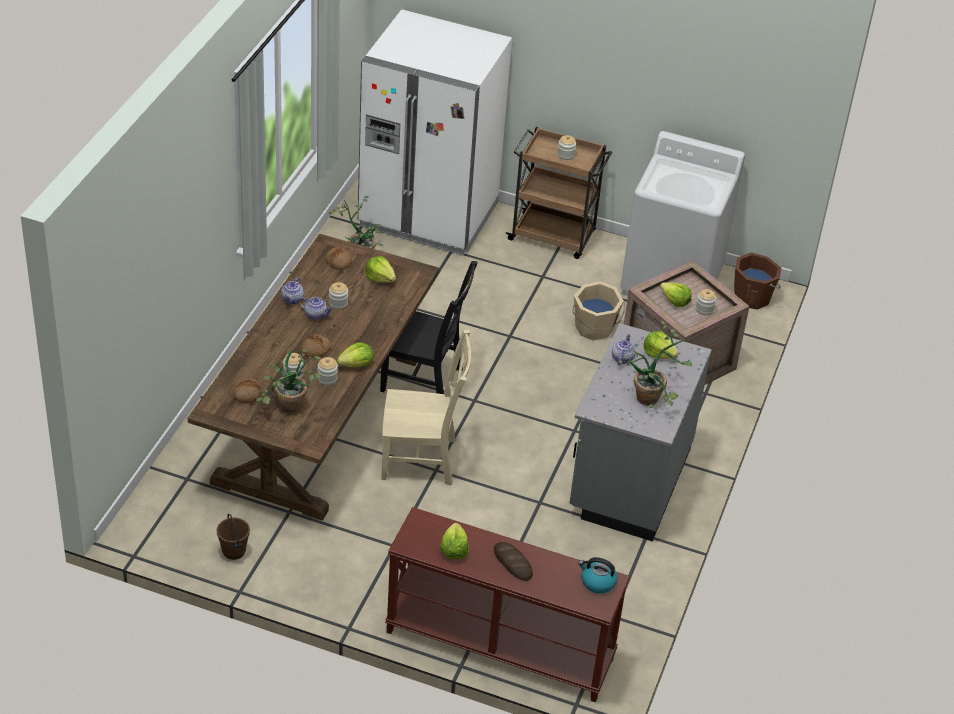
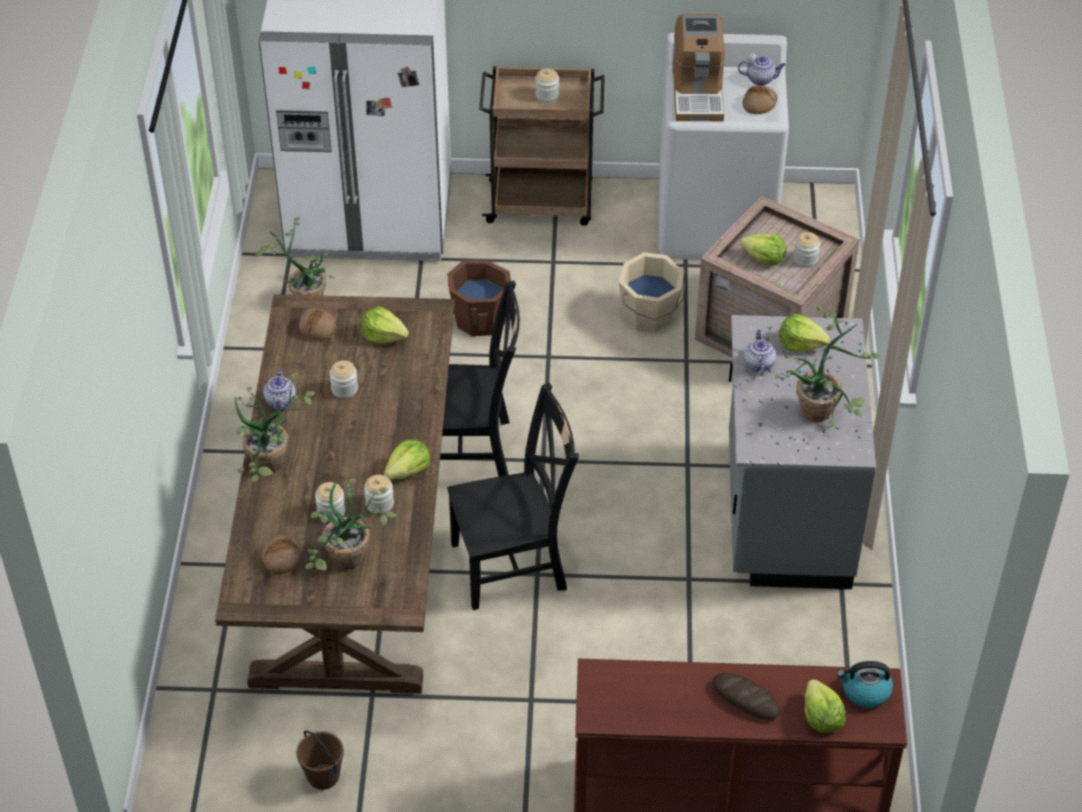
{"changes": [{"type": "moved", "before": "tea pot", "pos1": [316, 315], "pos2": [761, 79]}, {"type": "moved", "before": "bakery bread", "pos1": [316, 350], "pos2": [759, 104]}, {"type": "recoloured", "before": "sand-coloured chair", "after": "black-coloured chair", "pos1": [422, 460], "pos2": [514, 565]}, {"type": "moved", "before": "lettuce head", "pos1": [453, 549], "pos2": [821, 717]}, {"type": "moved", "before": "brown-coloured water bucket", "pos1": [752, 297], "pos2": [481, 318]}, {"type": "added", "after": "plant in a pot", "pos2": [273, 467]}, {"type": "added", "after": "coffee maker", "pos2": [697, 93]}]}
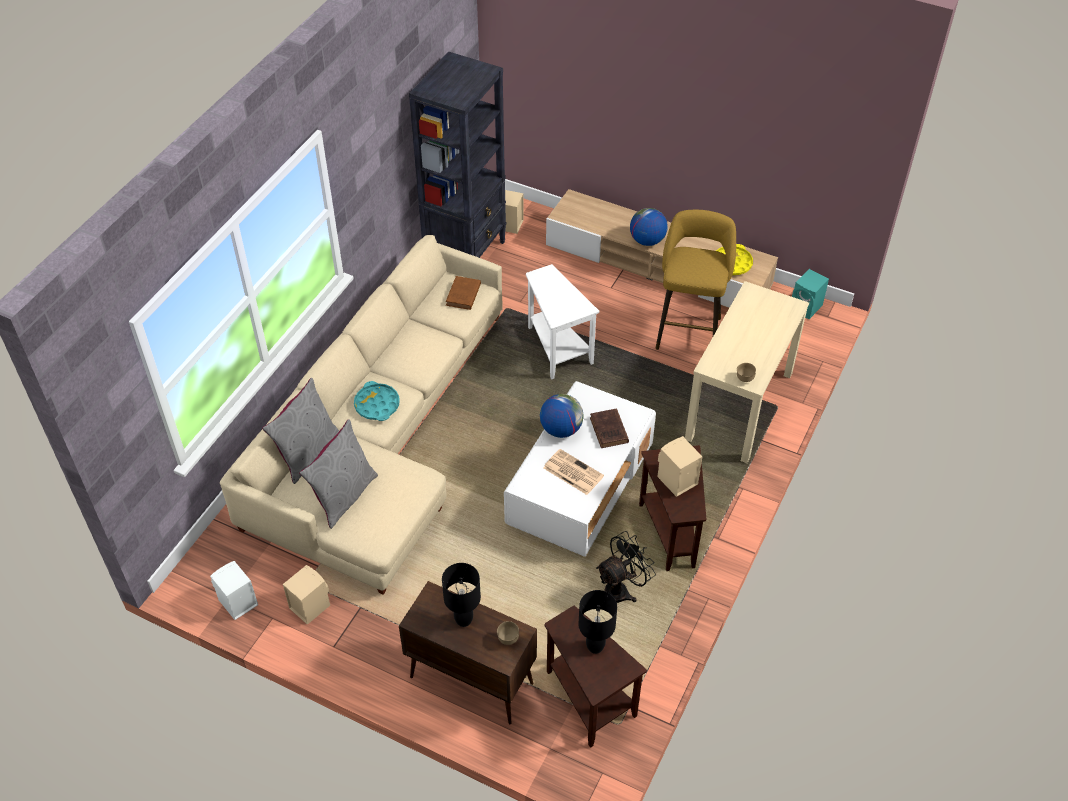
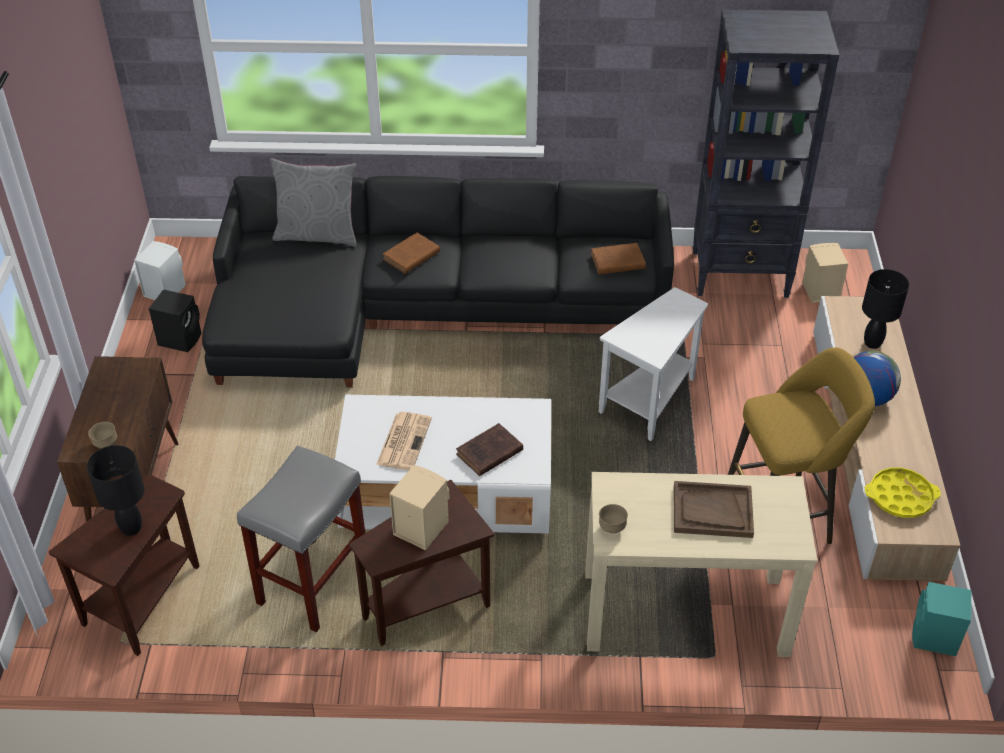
{"changes": [{"type": "recoloured", "before": "sand-coloured sofa", "after": "black-coloured sofa", "pos1": [380, 438], "pos2": [420, 308]}, {"type": "recoloured", "before": "sand-coloured loudspeaker", "after": "black-coloured loudspeaker", "pos1": [309, 606], "pos2": [181, 338]}, {"type": "removed", "before": "grey pillow", "pos1": [344, 496]}, {"type": "replaced", "before": "blue-green tray", "after": "brown-coloured book", "pos1": [377, 405], "pos2": [410, 256]}, {"type": "moved", "before": "black-coloured tabletop lamp", "pos1": [464, 619], "pos2": [873, 343]}, {"type": "removed", "before": "world globe", "pos1": [561, 429]}, {"type": "replaced", "before": "black-coloured fan", "after": "grey stool seat", "pos1": [621, 590], "pos2": [313, 582]}, {"type": "added", "after": "brown-coloured tray", "pos2": [712, 511]}]}
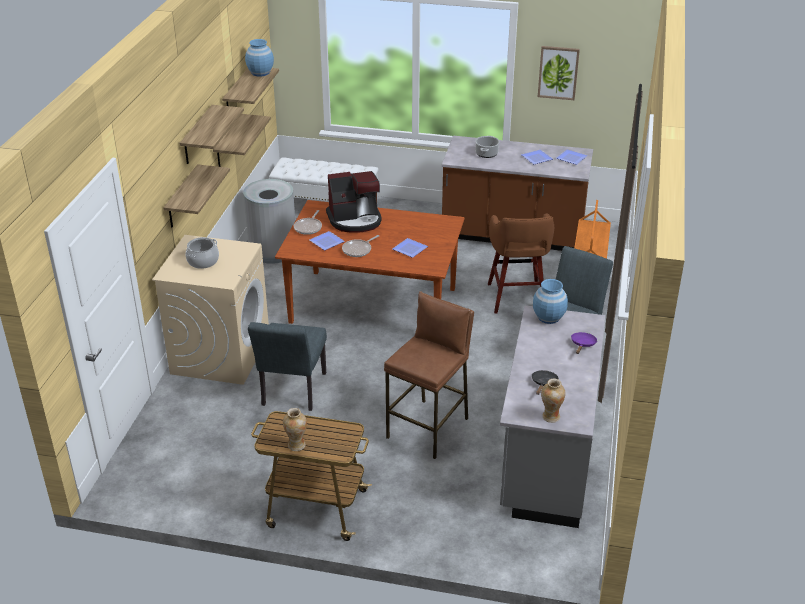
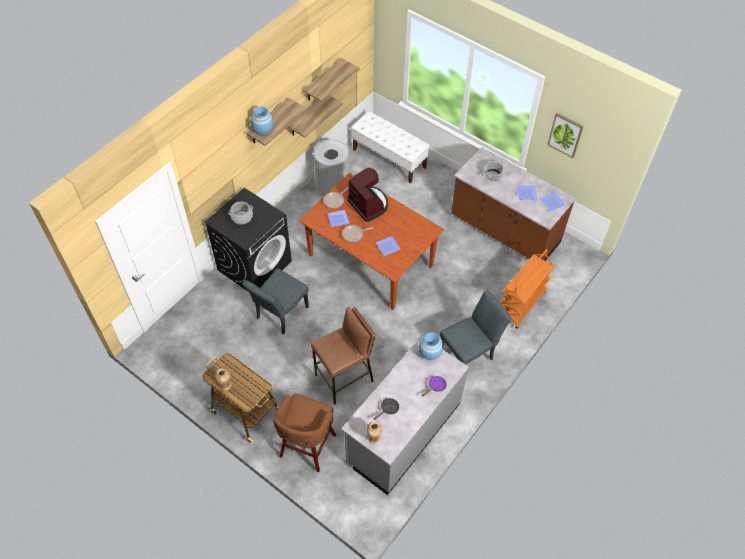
{"changes": [{"type": "recoloured", "before": "sand-coloured washing machine", "after": "black-coloured washing machine", "pos1": [220, 354], "pos2": [254, 265]}, {"type": "removed", "before": "shelf", "pos1": [182, 197]}, {"type": "moved", "before": "blue decorative vase", "pos1": [260, 73], "pos2": [263, 130]}, {"type": "turned", "before": "coffee maker", "pos1": [355, 220], "pos2": [369, 204], "turn": -135}, {"type": "moved", "before": "brown-coloured stool seat", "pos1": [516, 299], "pos2": [307, 447]}]}
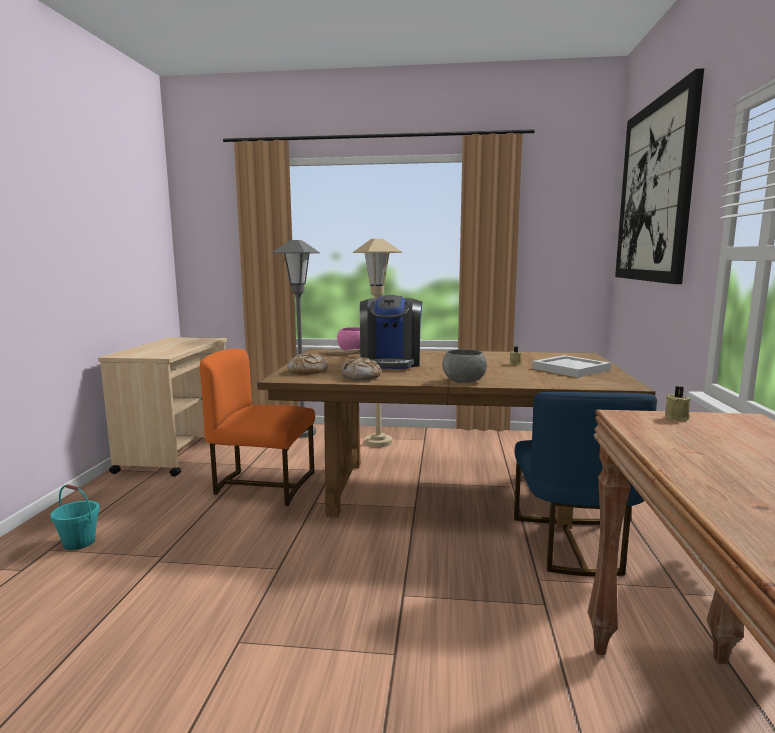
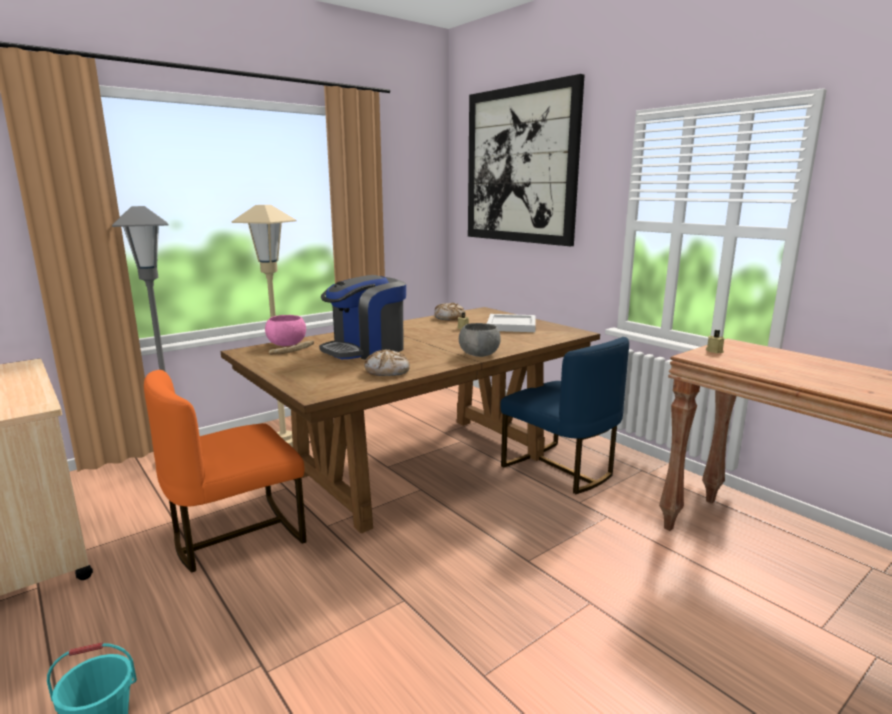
{"changes": [{"type": "moved", "before": "bakery bread", "pos1": [307, 371], "pos2": [449, 318]}, {"type": "turned", "before": "coffee maker", "pos1": [391, 363], "pos2": [366, 350], "turn": 90}]}
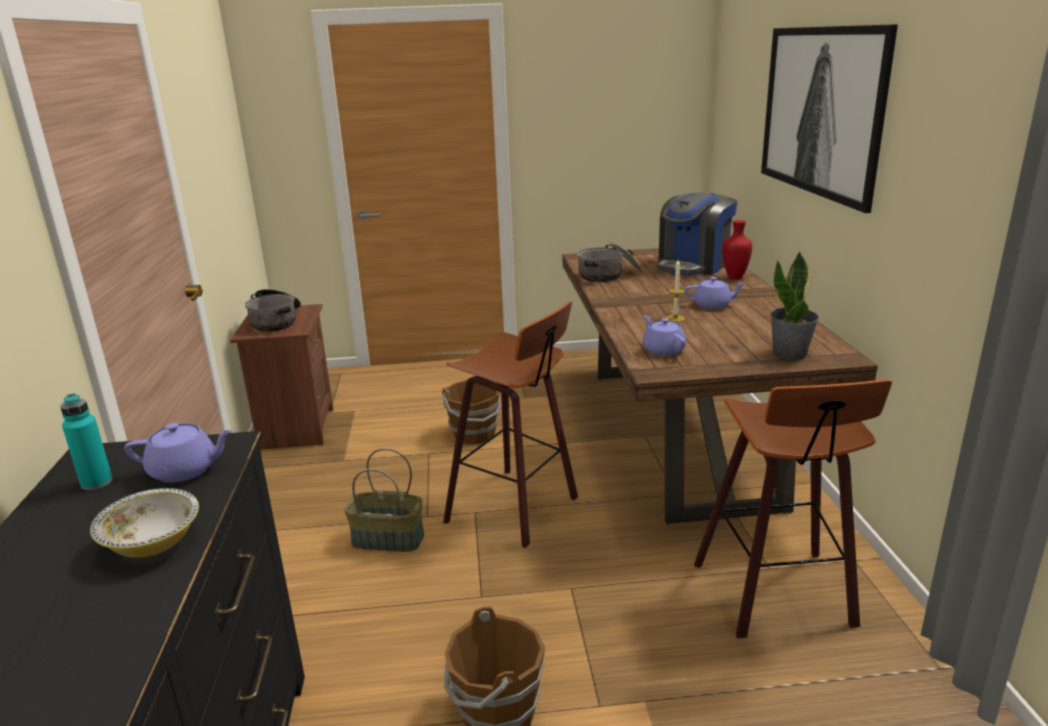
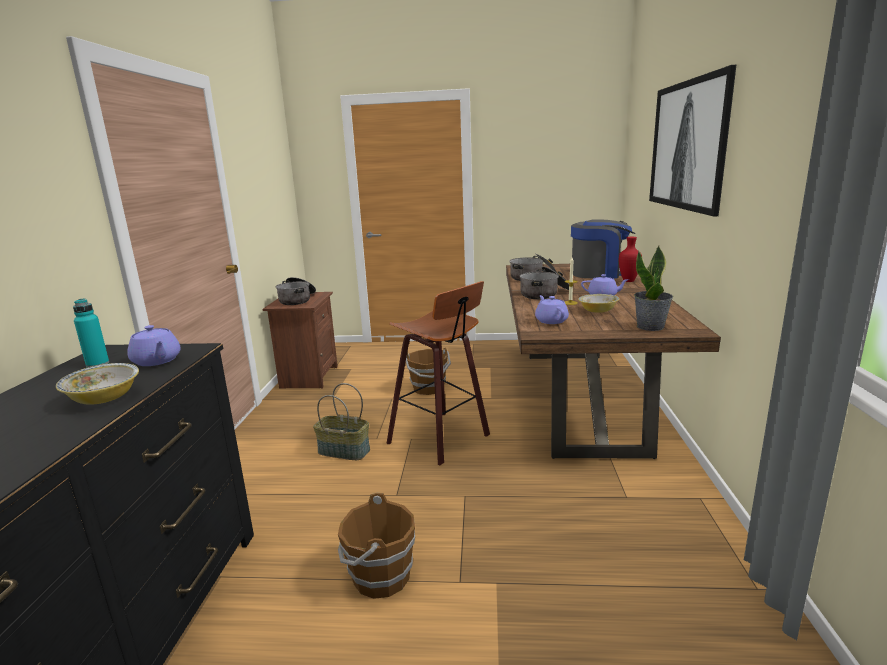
{"changes": [{"type": "turned", "before": "purplish tea pot", "pos1": [185, 470], "pos2": [157, 361], "turn": 45}, {"type": "turned", "before": "coffee maker", "pos1": [693, 265], "pos2": [599, 273], "turn": -135}, {"type": "removed", "before": "stool seat", "pos1": [779, 596]}, {"type": "added", "after": "stockpot", "pos2": [545, 294]}, {"type": "added", "after": "deep dish", "pos2": [597, 311]}]}
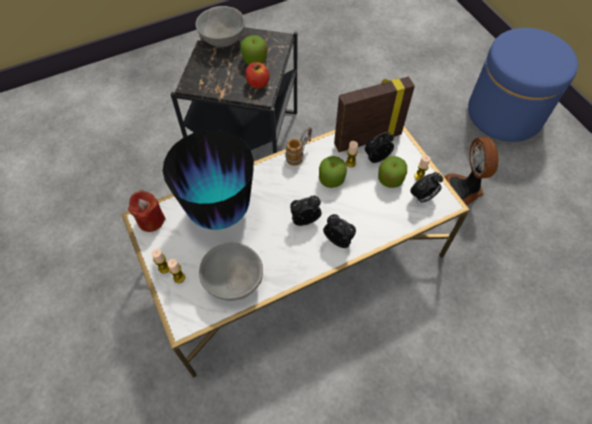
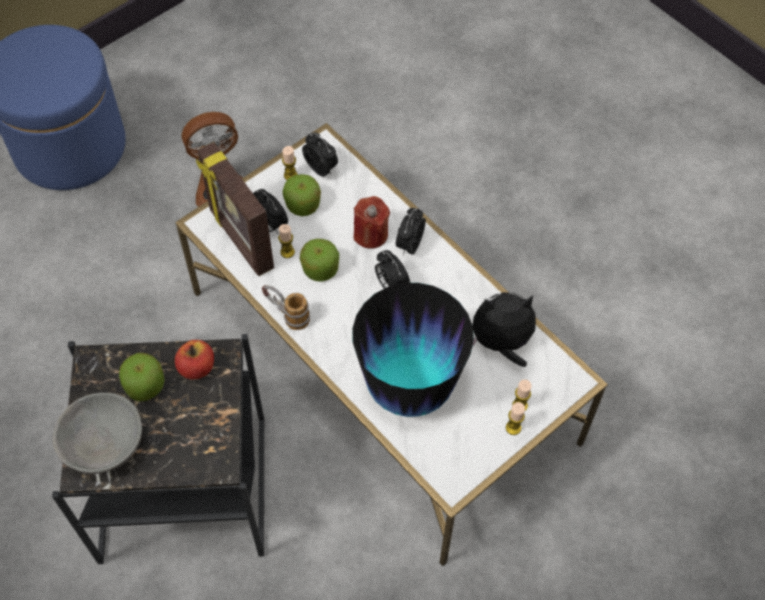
{"changes": [{"type": "moved", "before": "red-coloured wax light", "pos1": [151, 220], "pos2": [371, 234]}, {"type": "replaced", "before": "grey deep dish", "after": "plush toy", "pos1": [233, 280], "pos2": [501, 343]}]}
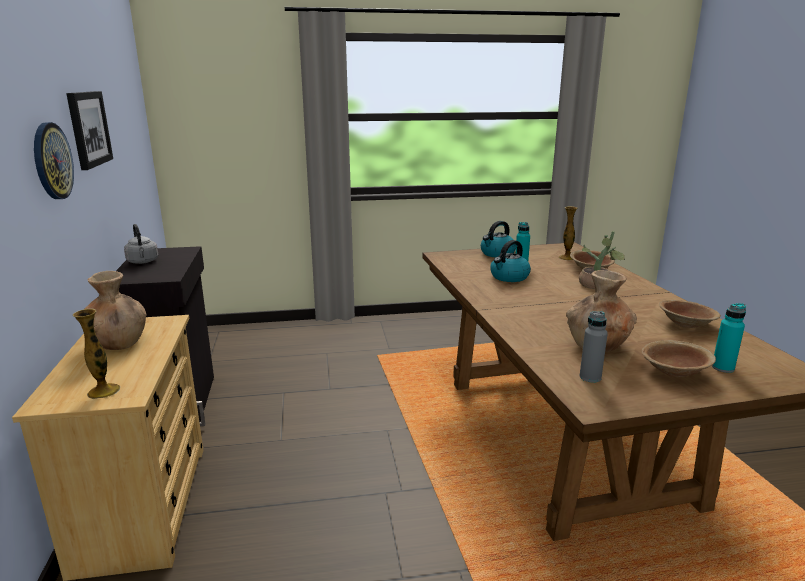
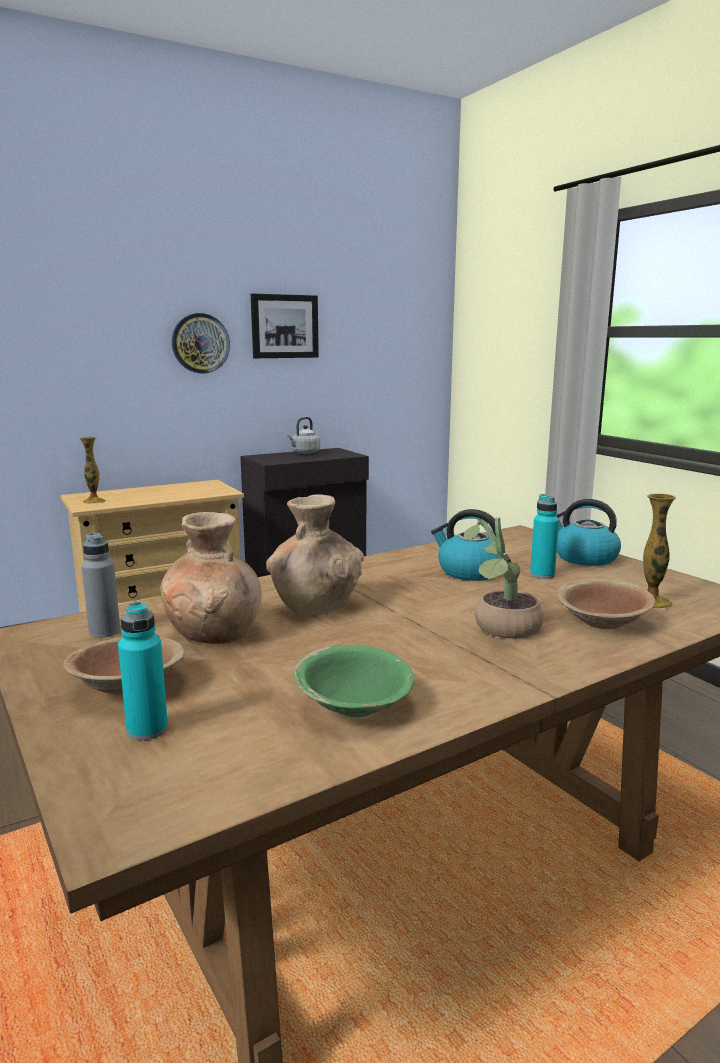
{"changes": [{"type": "moved", "before": "brown-coloured decorative vase", "pos1": [119, 343], "pos2": [315, 605]}, {"type": "recoloured", "before": "brown-coloured deep dish", "after": "greenish deep dish", "pos1": [686, 324], "pos2": [354, 705]}]}
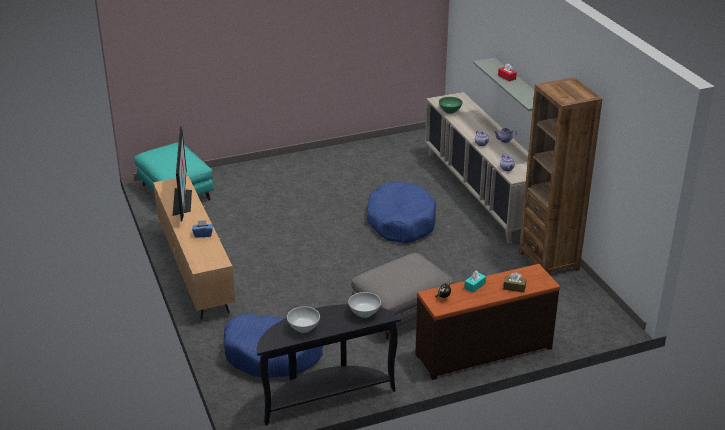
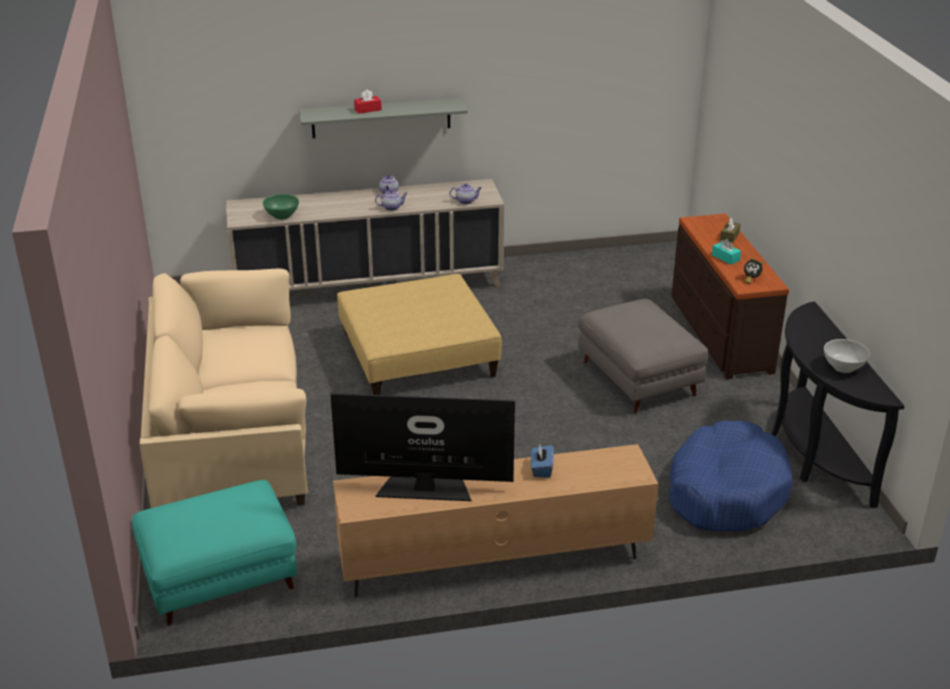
{"changes": [{"type": "removed", "before": "white-coloured deep dish", "pos1": [364, 313]}, {"type": "replaced", "before": "blue dog bed", "after": "sand-coloured footrest", "pos1": [401, 222], "pos2": [418, 354]}, {"type": "removed", "before": "brown-coloured shelving unit", "pos1": [549, 261]}, {"type": "added", "after": "sand-coloured sofa", "pos2": [231, 434]}]}
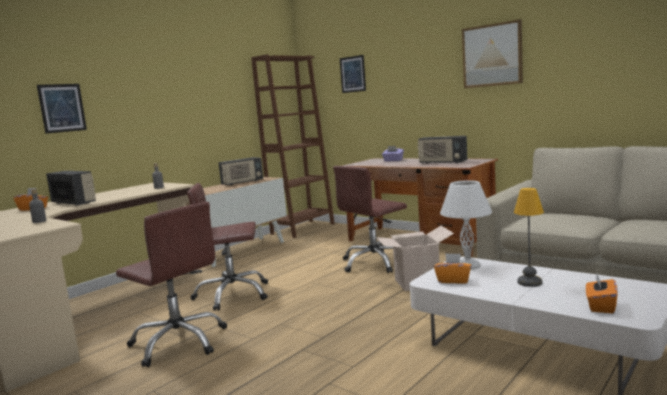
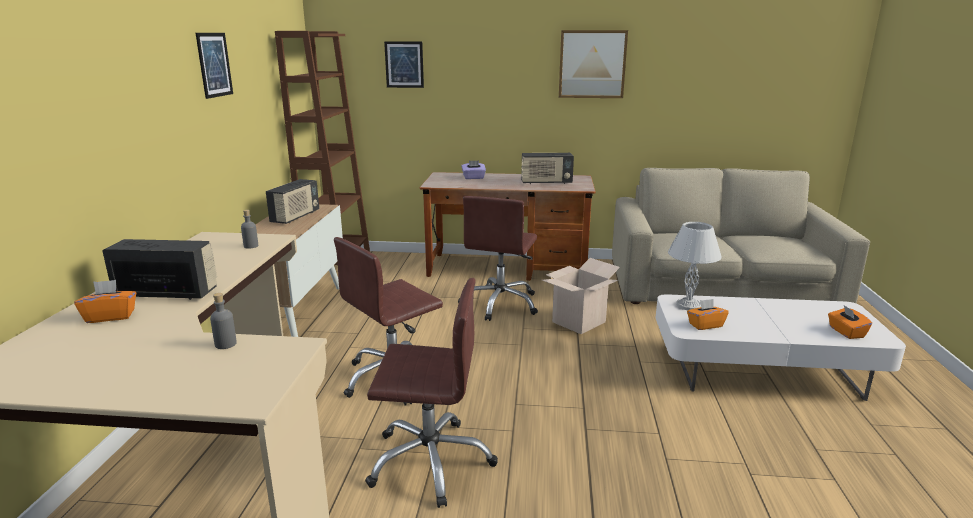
{"changes": [{"type": "moved", "before": "wall picture", "pos1": [62, 108], "pos2": [214, 65]}, {"type": "removed", "before": "tabletop lamp", "pos1": [529, 282]}]}
